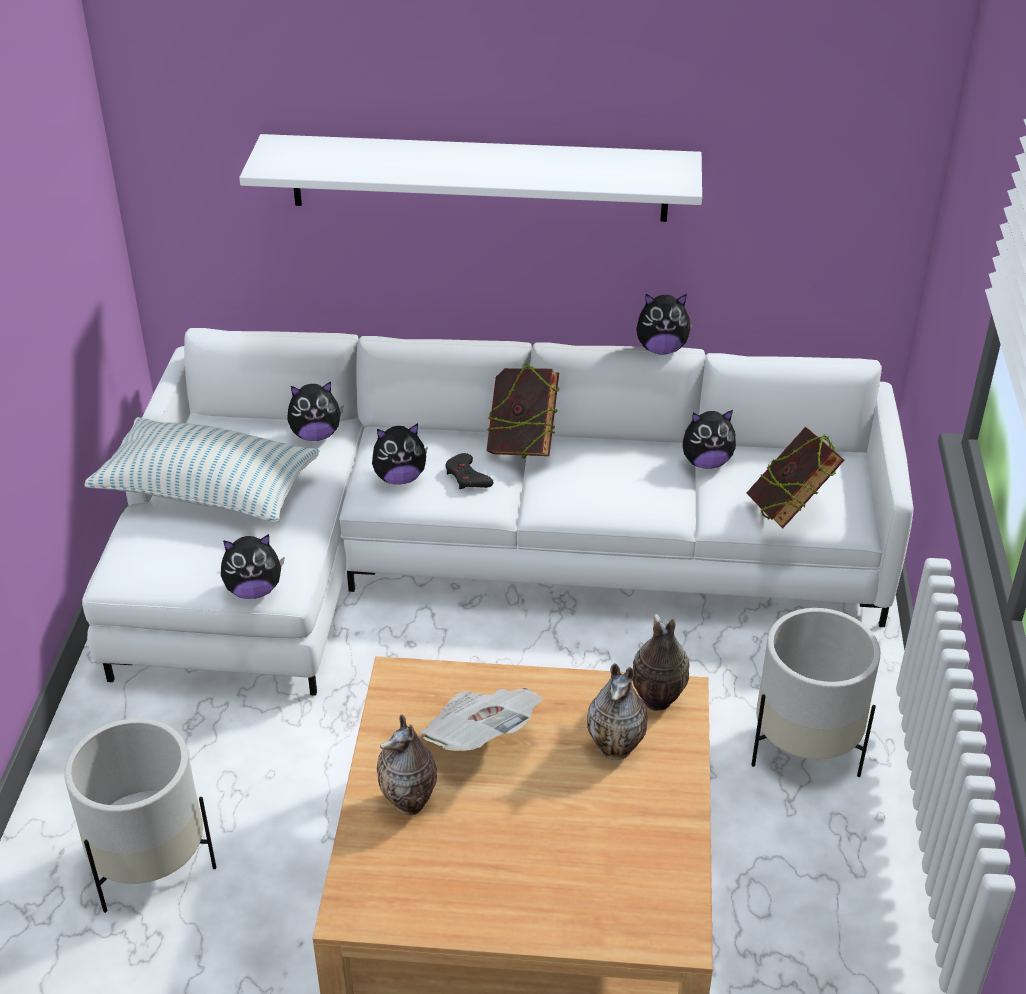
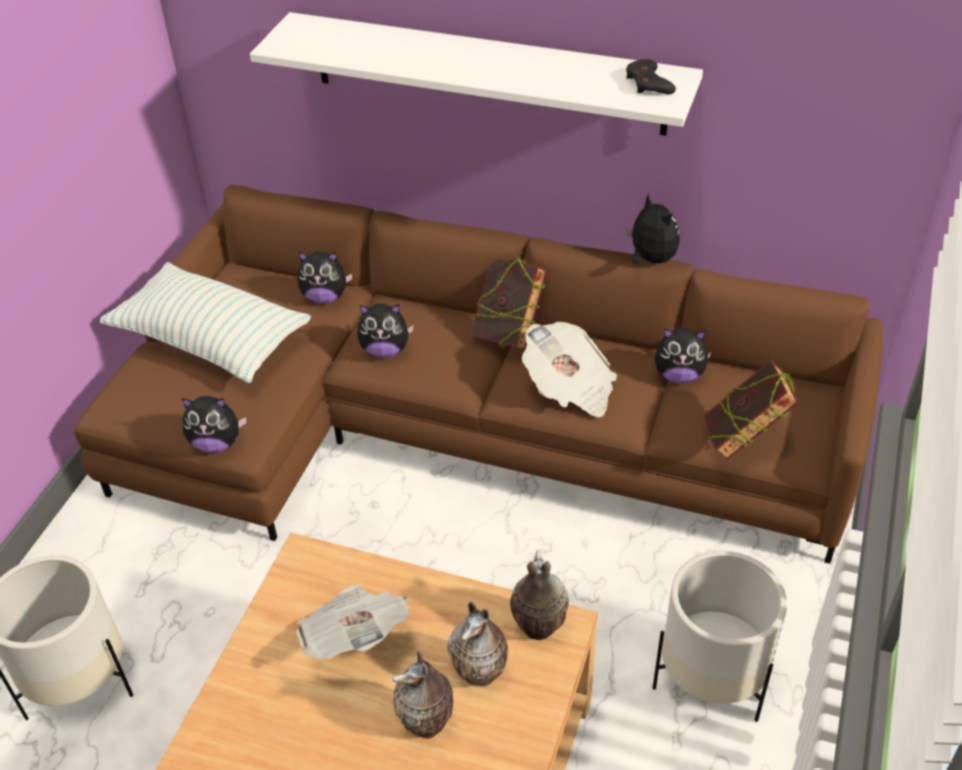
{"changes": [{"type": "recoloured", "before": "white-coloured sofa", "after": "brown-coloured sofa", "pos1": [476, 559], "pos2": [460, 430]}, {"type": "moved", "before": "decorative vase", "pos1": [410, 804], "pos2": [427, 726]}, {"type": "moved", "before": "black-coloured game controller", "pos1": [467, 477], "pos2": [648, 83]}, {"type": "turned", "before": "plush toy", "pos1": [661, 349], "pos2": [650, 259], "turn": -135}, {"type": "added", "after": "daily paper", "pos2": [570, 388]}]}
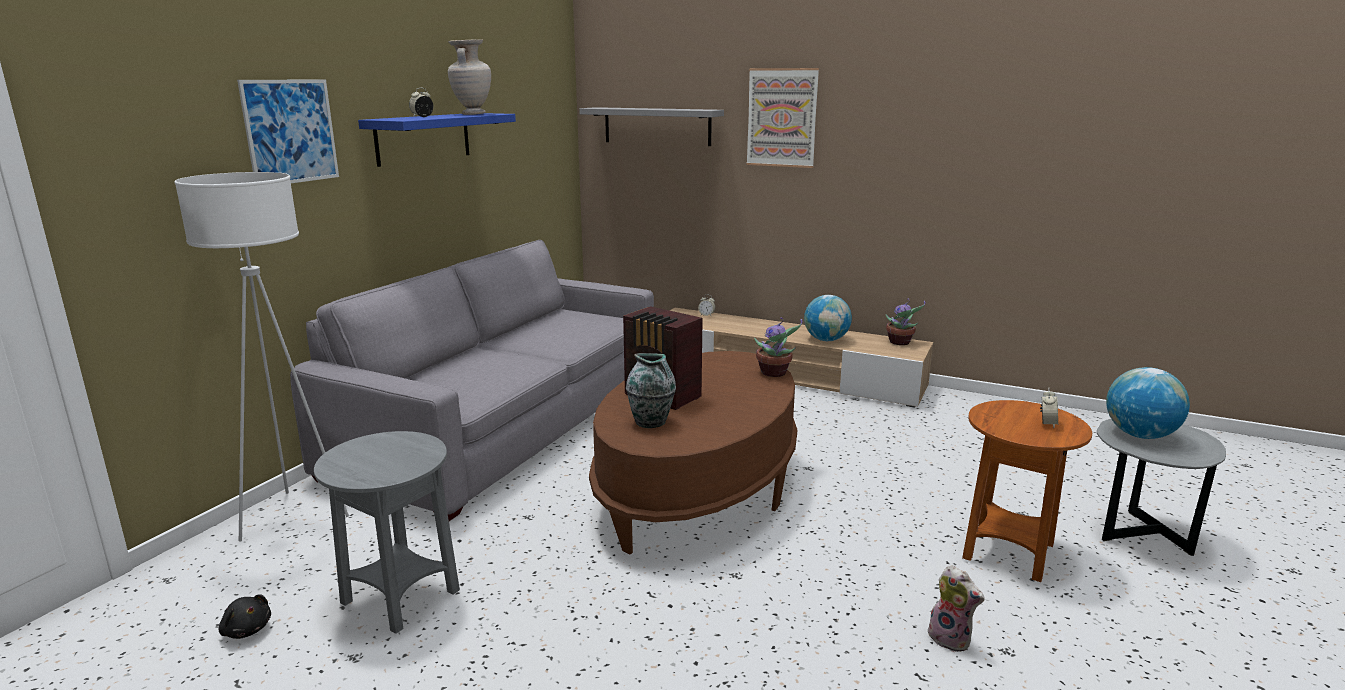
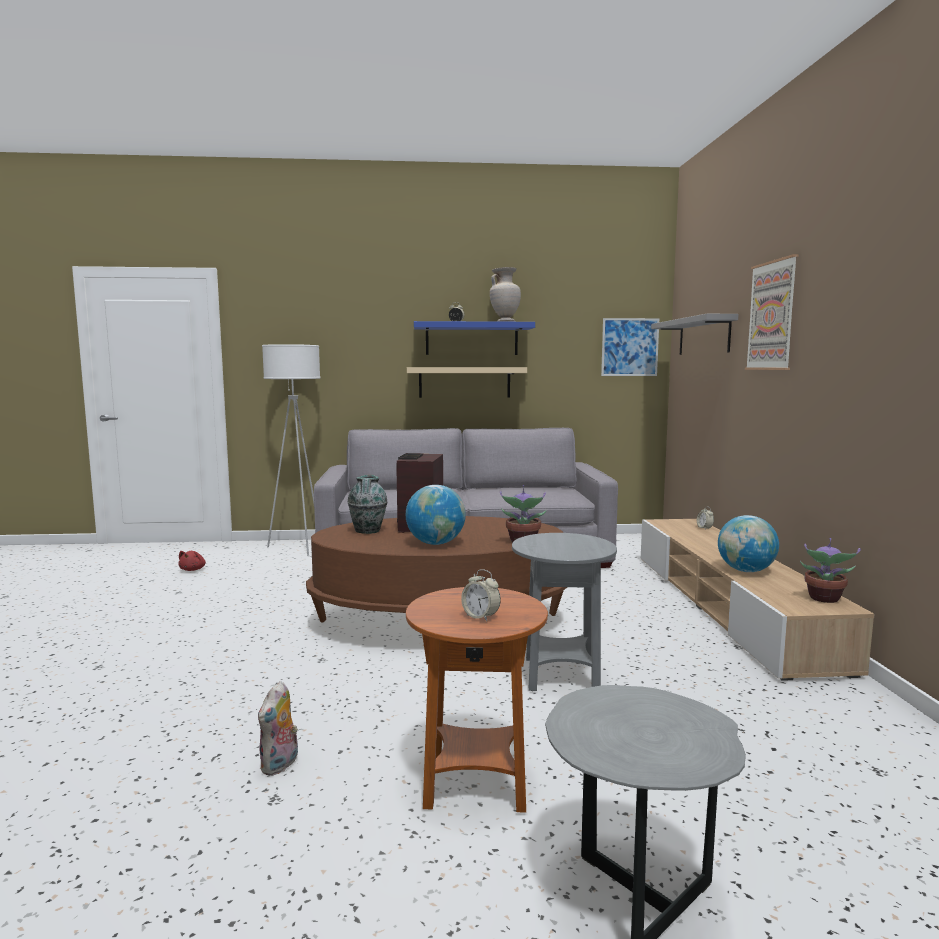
{"changes": [{"type": "recoloured", "before": "black-coloured plush toy", "after": "red-coloured plush toy", "pos1": [246, 629], "pos2": [193, 569]}, {"type": "moved", "before": "wall picture", "pos1": [290, 131], "pos2": [630, 347]}, {"type": "moved", "before": "grey side table", "pos1": [400, 598], "pos2": [560, 675]}, {"type": "turned", "before": "alarm clock", "pos1": [1047, 424], "pos2": [480, 617], "turn": 45}, {"type": "moved", "before": "world globe", "pos1": [1139, 435], "pos2": [436, 543]}, {"type": "added", "after": "sand-coloured shelf", "pos2": [464, 382]}]}
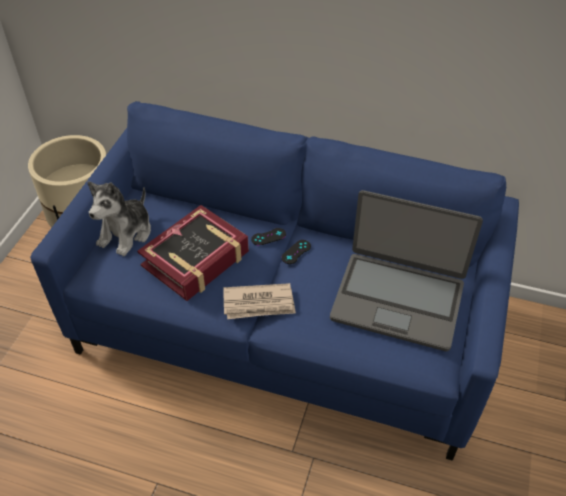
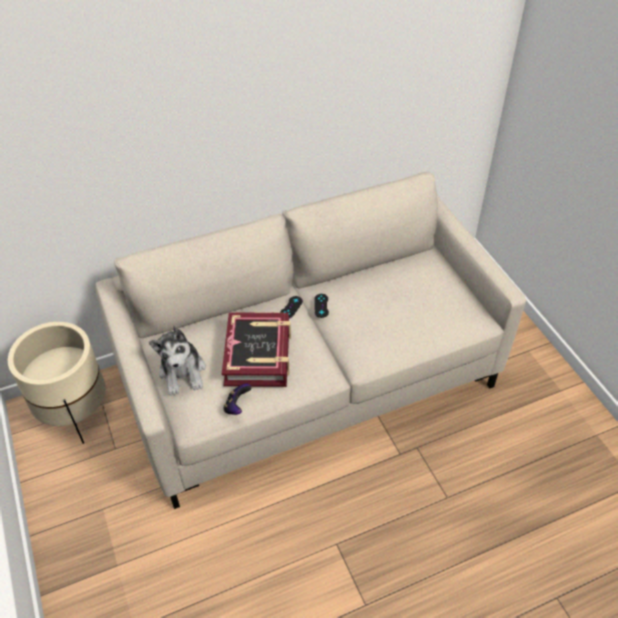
{"changes": [{"type": "recoloured", "before": "blue sofa", "after": "sand-coloured sofa", "pos1": [284, 326], "pos2": [310, 379]}, {"type": "removed", "before": "daily paper", "pos1": [259, 303]}, {"type": "removed", "before": "laptop", "pos1": [398, 300]}, {"type": "added", "after": "game controller", "pos2": [237, 406]}]}
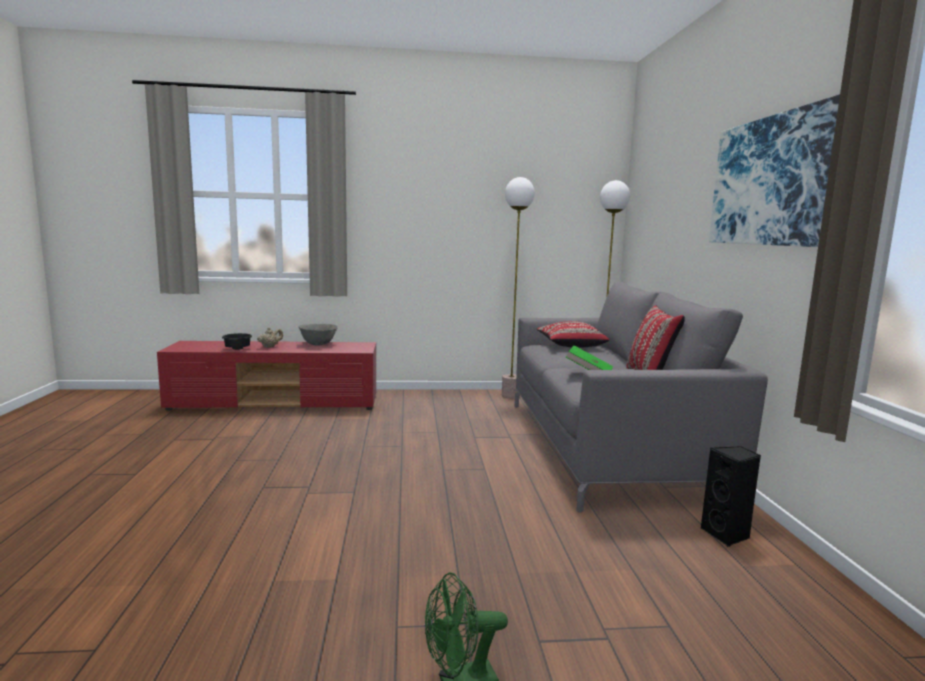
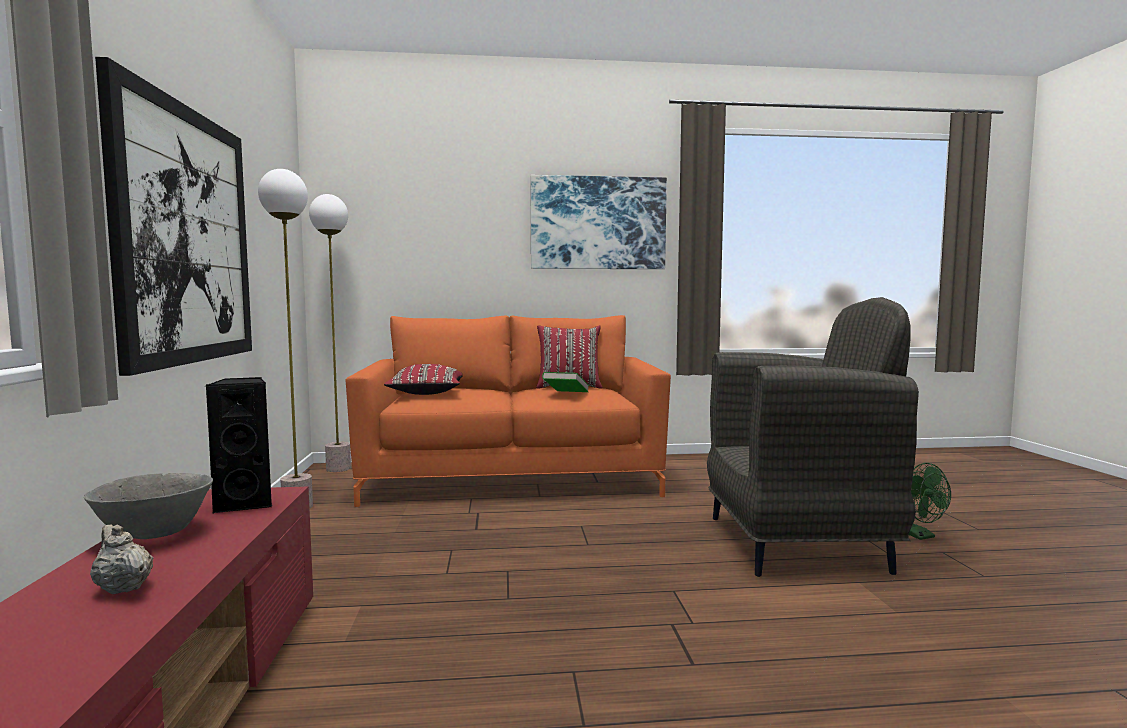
{"changes": [{"type": "removed", "before": "black-coloured deep dish", "pos1": [238, 349]}, {"type": "recoloured", "before": "grey sofa", "after": "orange sofa", "pos1": [607, 446], "pos2": [512, 478]}, {"type": "moved", "before": "black-coloured loudspeaker", "pos1": [727, 535], "pos2": [246, 503]}, {"type": "added", "after": "wall picture", "pos2": [186, 236]}, {"type": "added", "after": "grey lounge chair", "pos2": [798, 543]}]}
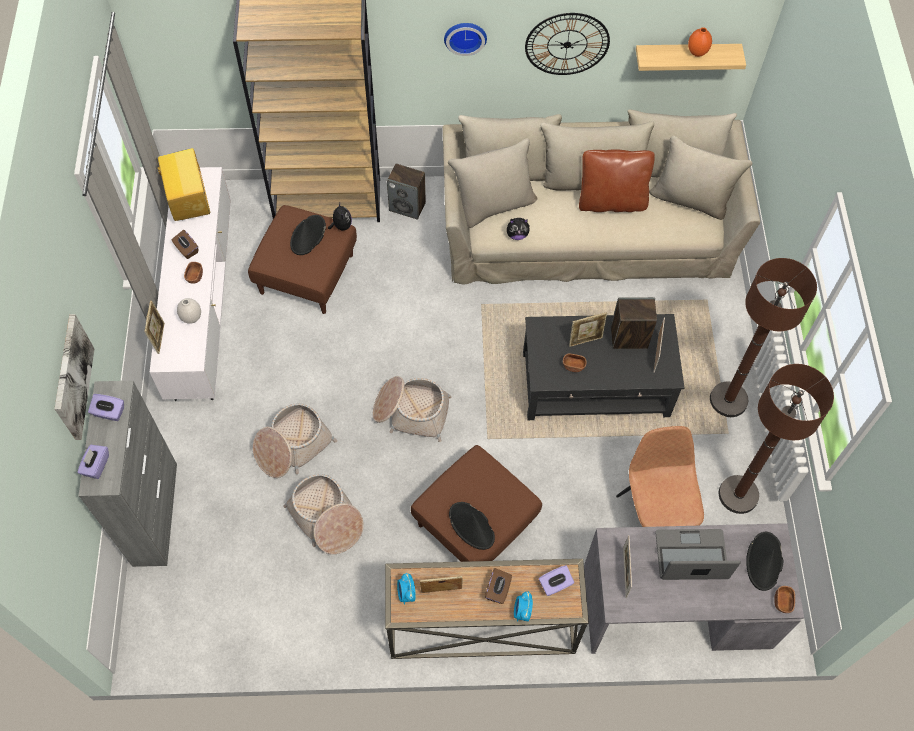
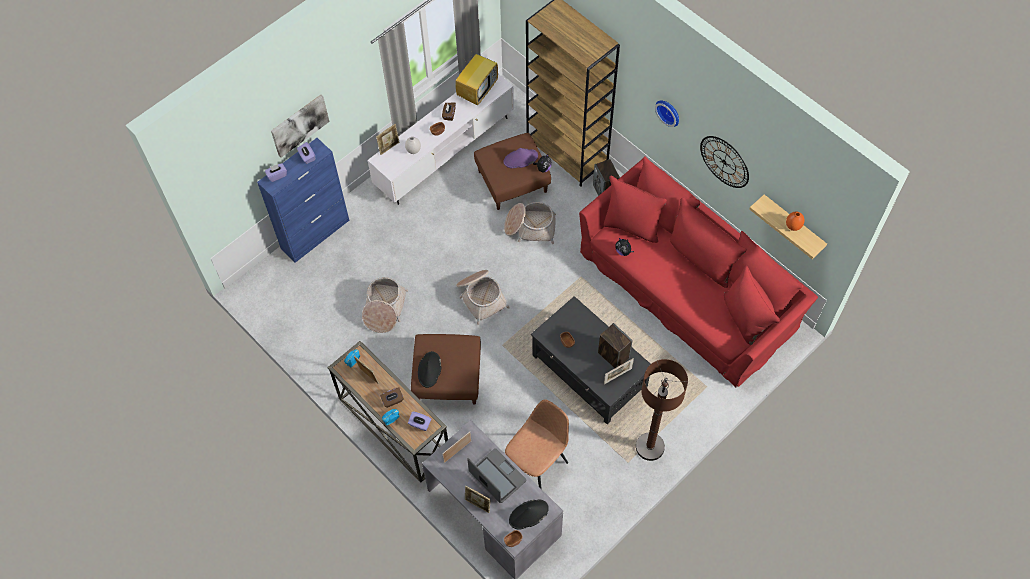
{"changes": [{"type": "recoloured", "before": "grey cupboard", "after": "blue cupboard", "pos1": [155, 513], "pos2": [315, 234]}, {"type": "moved", "before": "basket", "pos1": [292, 446], "pos2": [530, 227]}, {"type": "recoloured", "before": "black-coloured wearable hat", "after": "purplish wearable hat", "pos1": [308, 236], "pos2": [520, 159]}, {"type": "recoloured", "before": "sand-coloured sofa", "after": "red-coloured sofa", "pos1": [587, 229], "pos2": [687, 289]}, {"type": "moved", "before": "standing frame", "pos1": [585, 340], "pos2": [478, 505]}, {"type": "removed", "before": "brown-coloured pillow", "pos1": [611, 201]}, {"type": "removed", "before": "brown-coloured standard lamp", "pos1": [738, 495]}]}
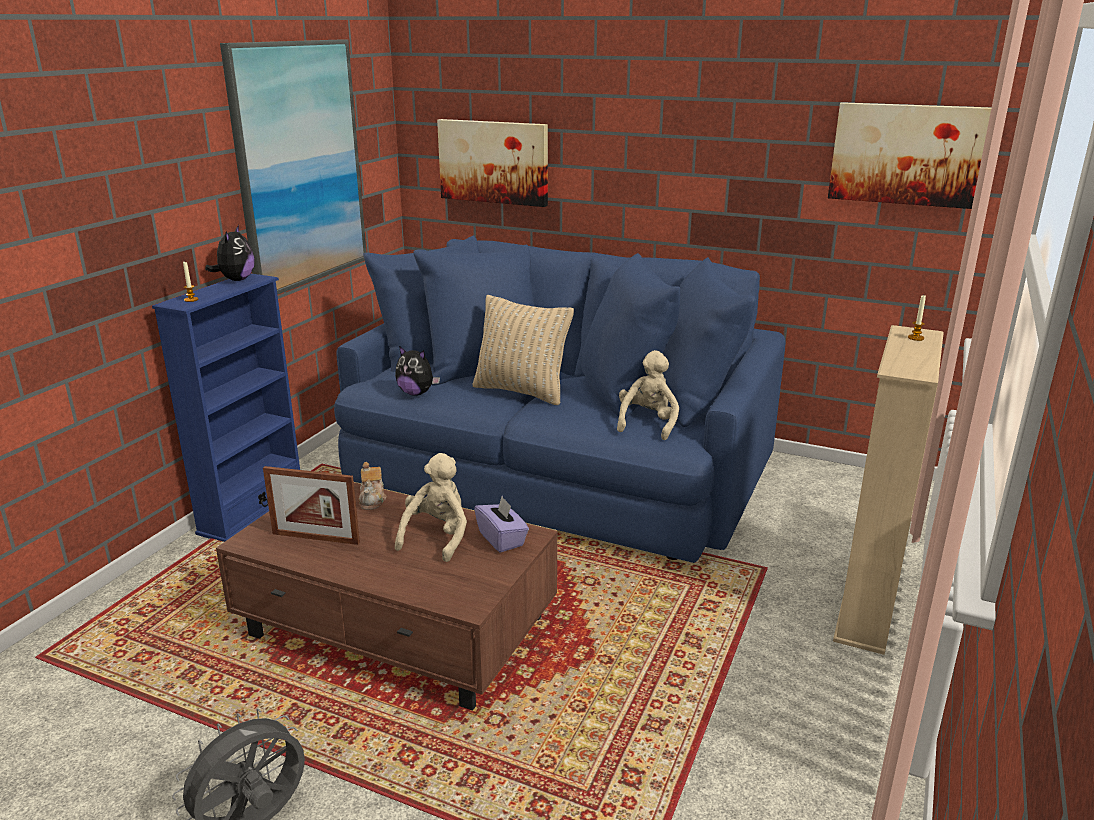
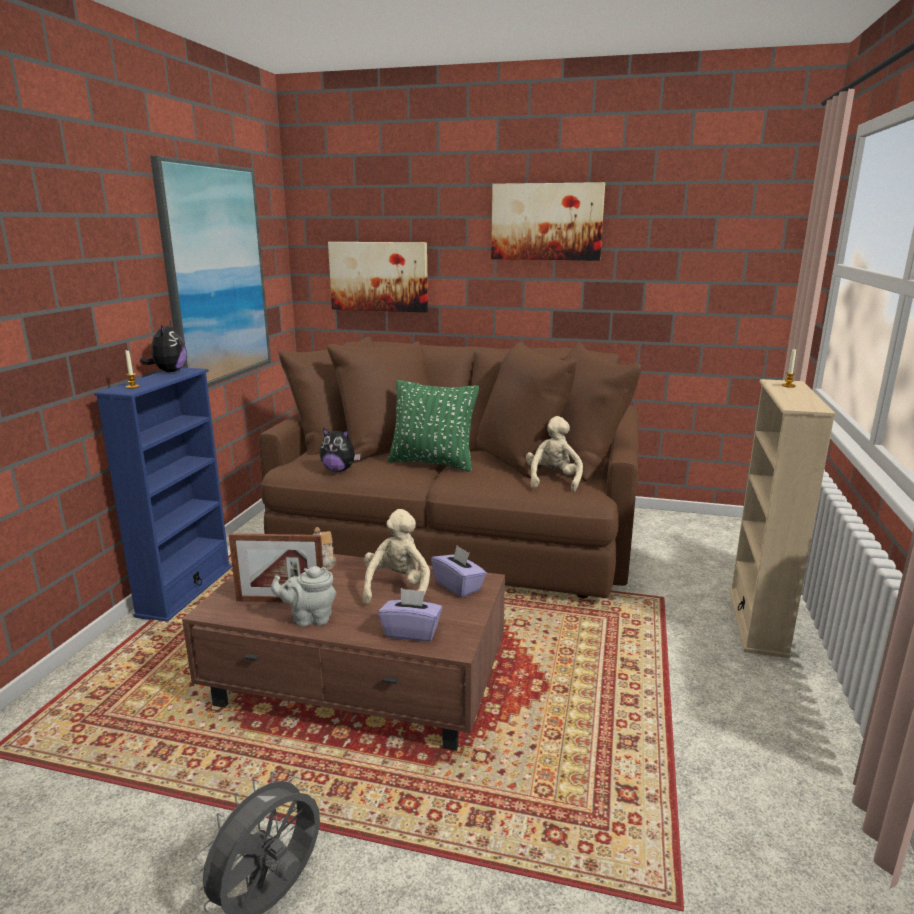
{"changes": [{"type": "recoloured", "before": "blue sofa", "after": "brown-coloured sofa", "pos1": [560, 470], "pos2": [458, 534]}, {"type": "recoloured", "before": "sand-coloured pillow", "after": "greenish pillow", "pos1": [521, 391], "pos2": [433, 463]}, {"type": "moved", "before": "wall picture", "pos1": [909, 154], "pos2": [546, 222]}, {"type": "added", "after": "grey tea pot", "pos2": [309, 618]}, {"type": "added", "after": "purplish tissue box", "pos2": [411, 632]}]}
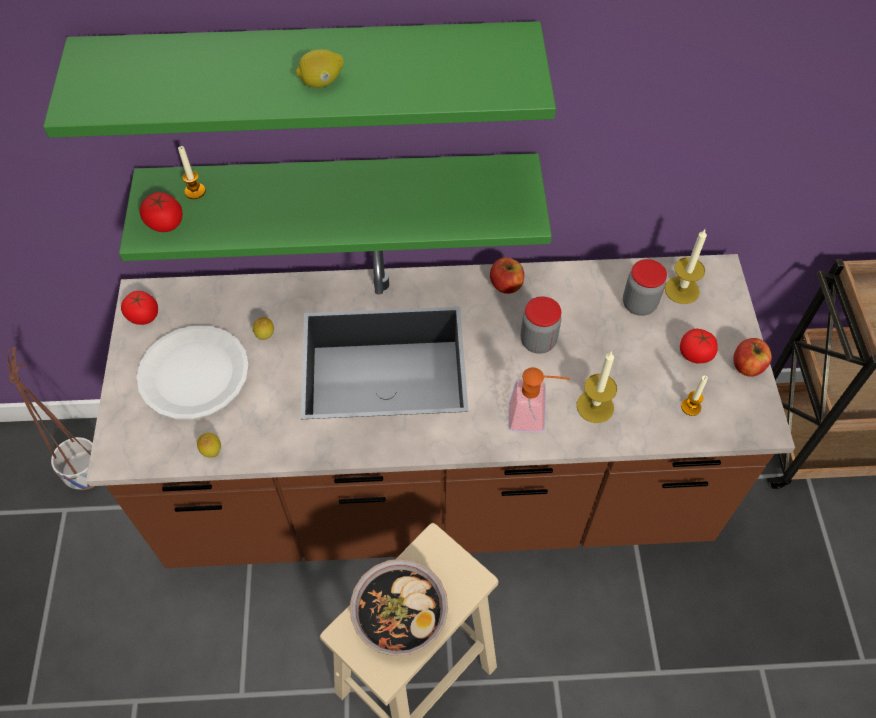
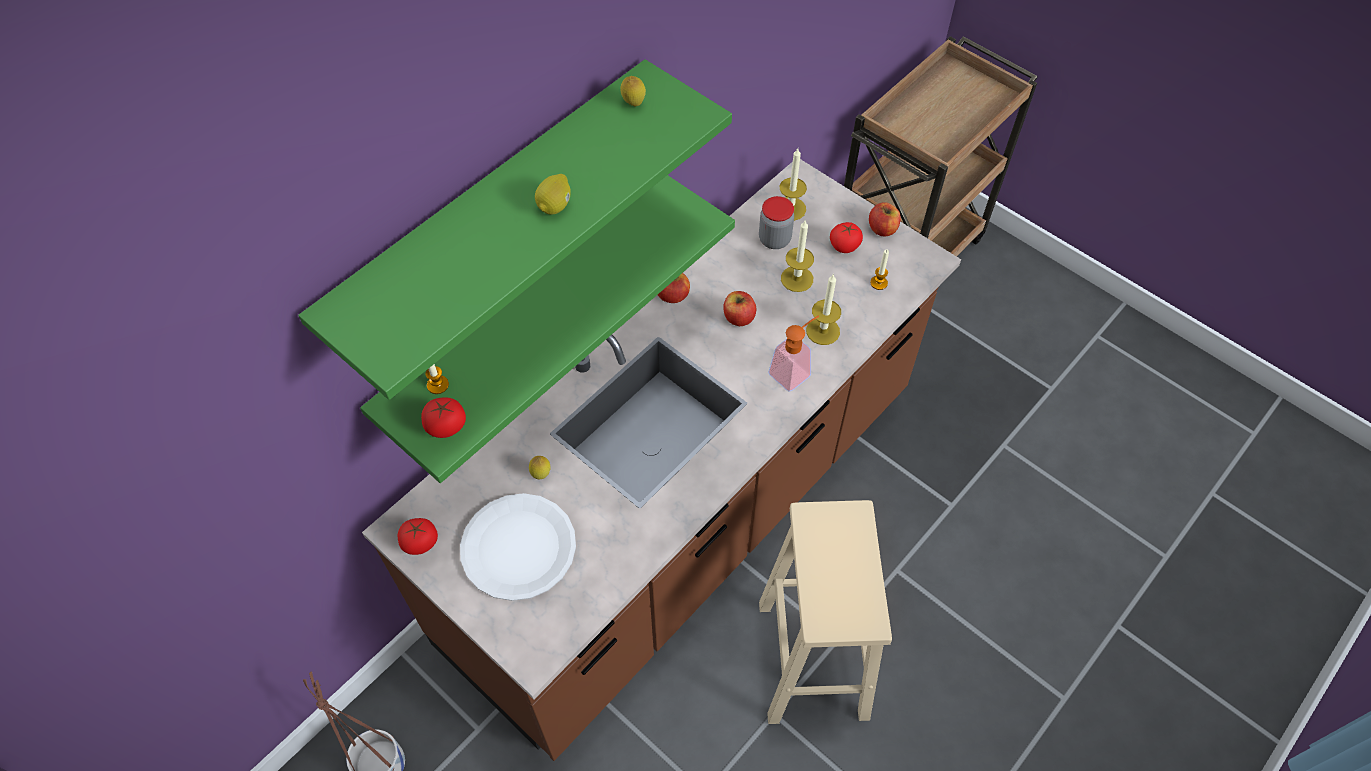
{"changes": [{"type": "moved", "before": "citrus fruit", "pos1": [212, 452], "pos2": [633, 104]}, {"type": "removed", "before": "deep dish", "pos1": [400, 616]}, {"type": "replaced", "before": "storage jar", "after": "apple fruit", "pos1": [538, 341], "pos2": [738, 317]}, {"type": "added", "after": "wax light", "pos2": [797, 279]}]}
